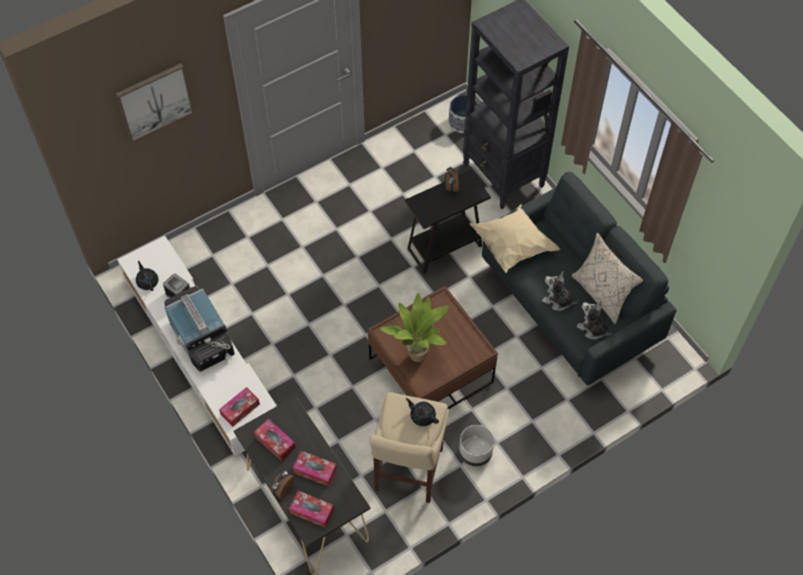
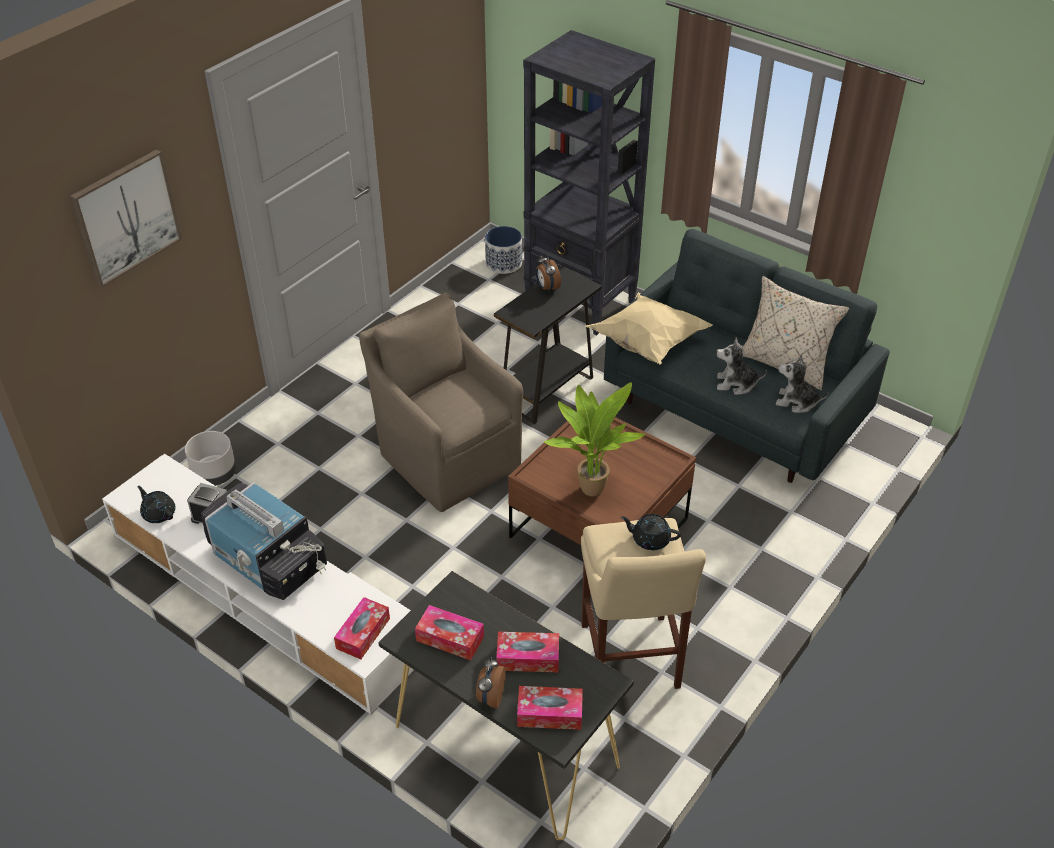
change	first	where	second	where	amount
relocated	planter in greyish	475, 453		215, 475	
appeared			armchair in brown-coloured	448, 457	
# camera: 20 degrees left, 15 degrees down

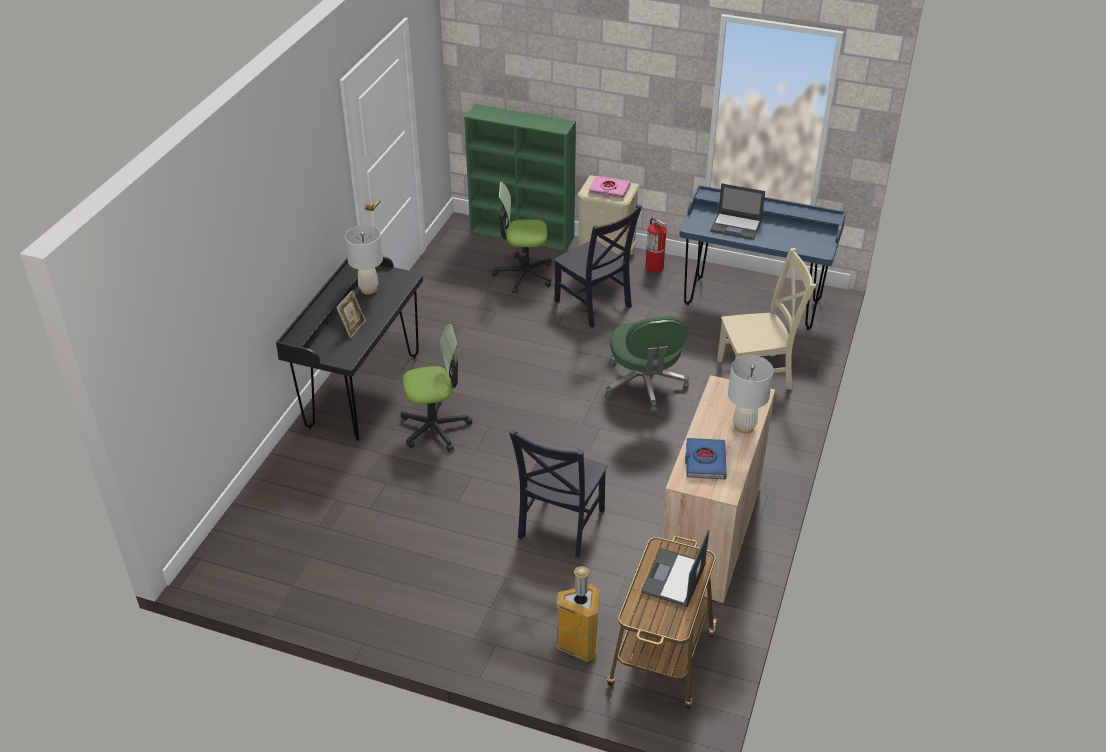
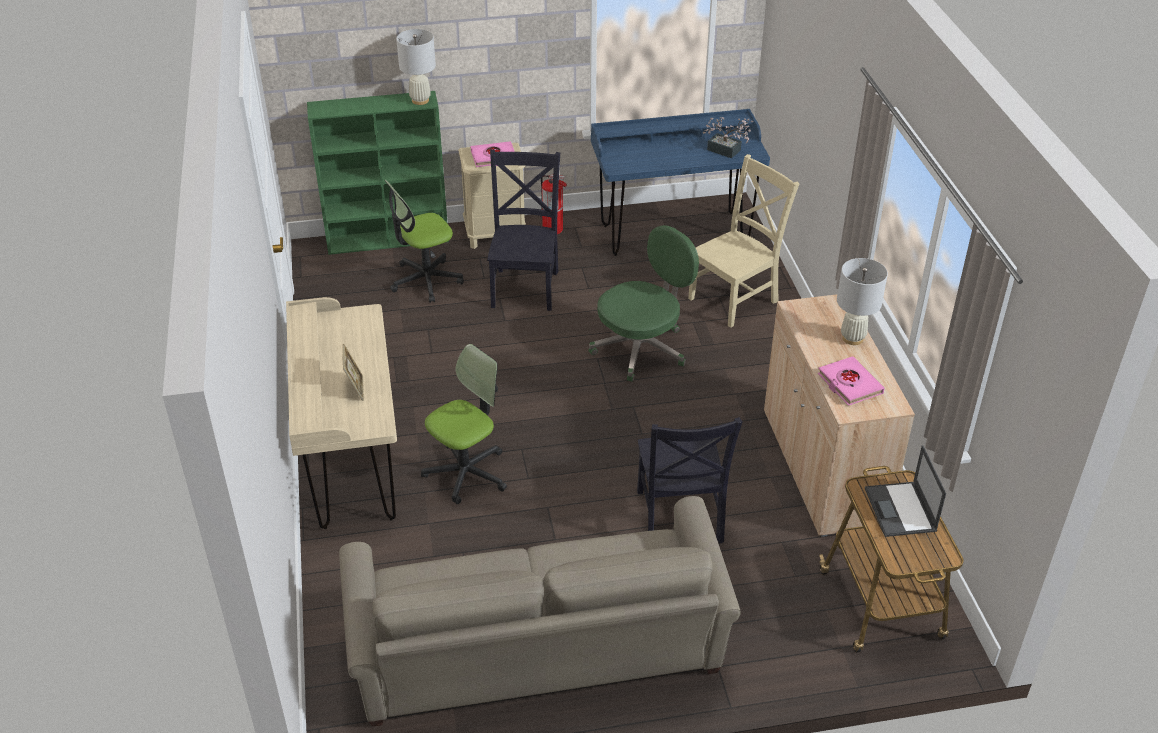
change	first	where	second	where	amount
missing	portable computer	736, 226			
spun	upright chair in blackish	594, 305		525, 287	105 degrees counterclockwise
relocated	lamp for a table in white-coloured	368, 289		420, 100	
colour	desk in blackish	363, 391	desk in sand-coloured	352, 465	
spun	computer chair in greenish	644, 386		641, 349	90 degrees counterclockwise
colour	bound book in bluish	705, 461	bound book in pinkish	849, 384	
missing	rubbish bin	578, 646			
appeared			houseplant	727, 151	
appeared			sofa in sand-coloured	539, 657	
# camera: 30 degrees left, 0 degrees up

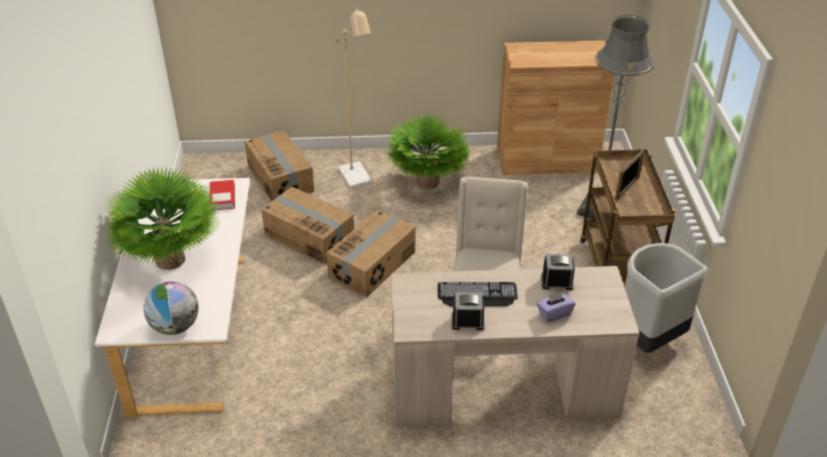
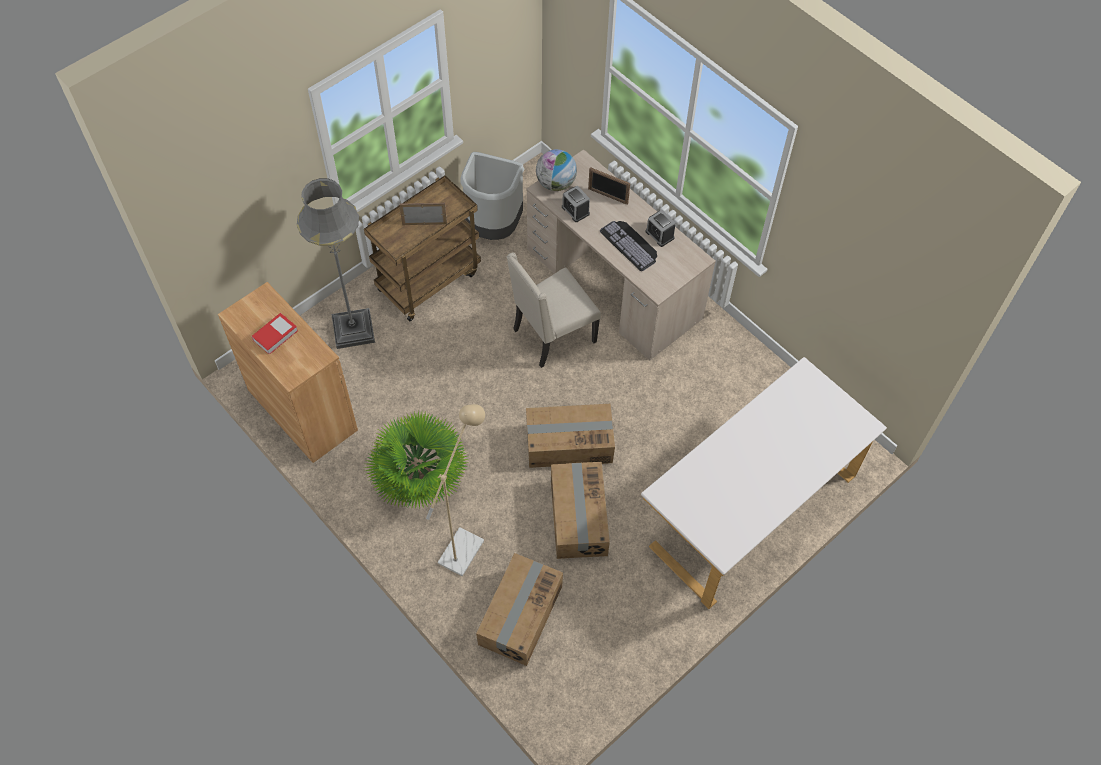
change	first	where	second	where	amount
missing	houseplant	170, 260			
relocated	bound book	222, 198		275, 335	
relocated	globe	175, 326		556, 183	
exchanged	tissue holder in purplish	554, 313	standing frame	608, 196	
# camera: 130 degrees left, 20 degrees up

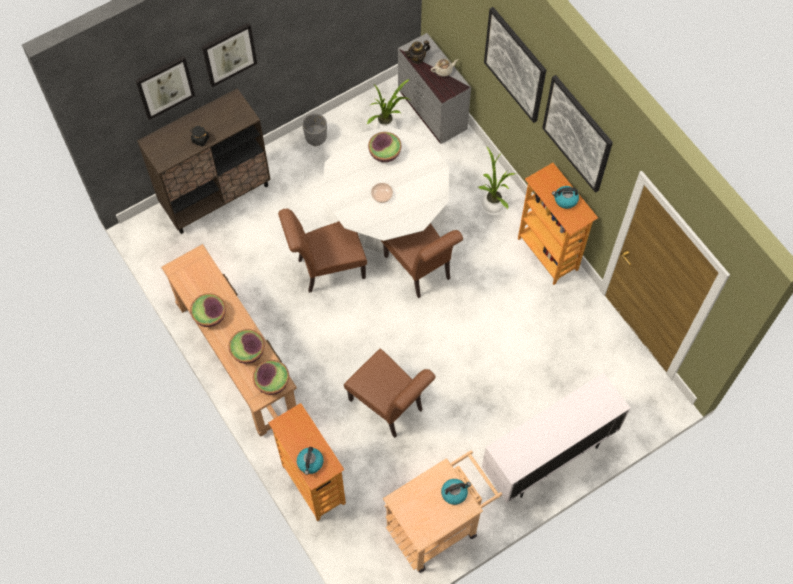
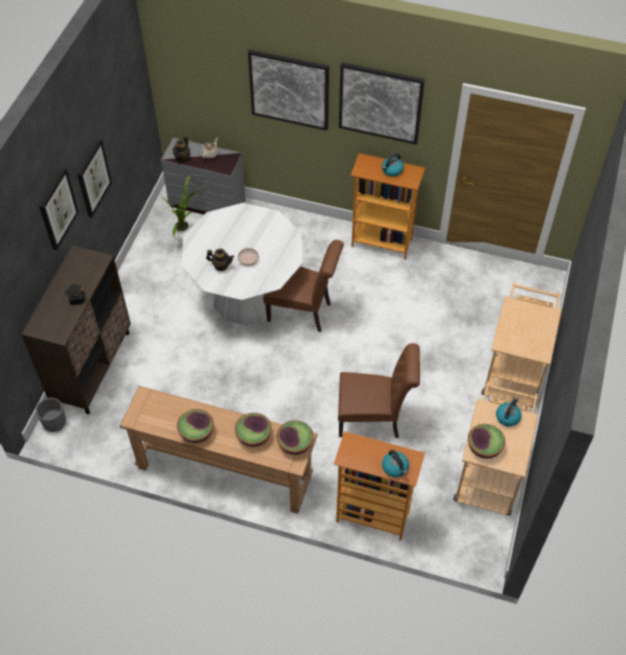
change	first	where	second	where	amount
relocated	picture	165, 87		93, 178	
relocated	planter in greyish	315, 137		54, 422	
relocated	serving bowl	385, 153		484, 447	
missing	houseplant	492, 203			
missing	upright chair in brown-coloured	326, 269			
exchanged	cabinet in white-coloured	547, 457	trolley in sand-coloured	514, 371	
appeared			tea pot	221, 266	
# camera: 40 degrees left, 10 degrees down

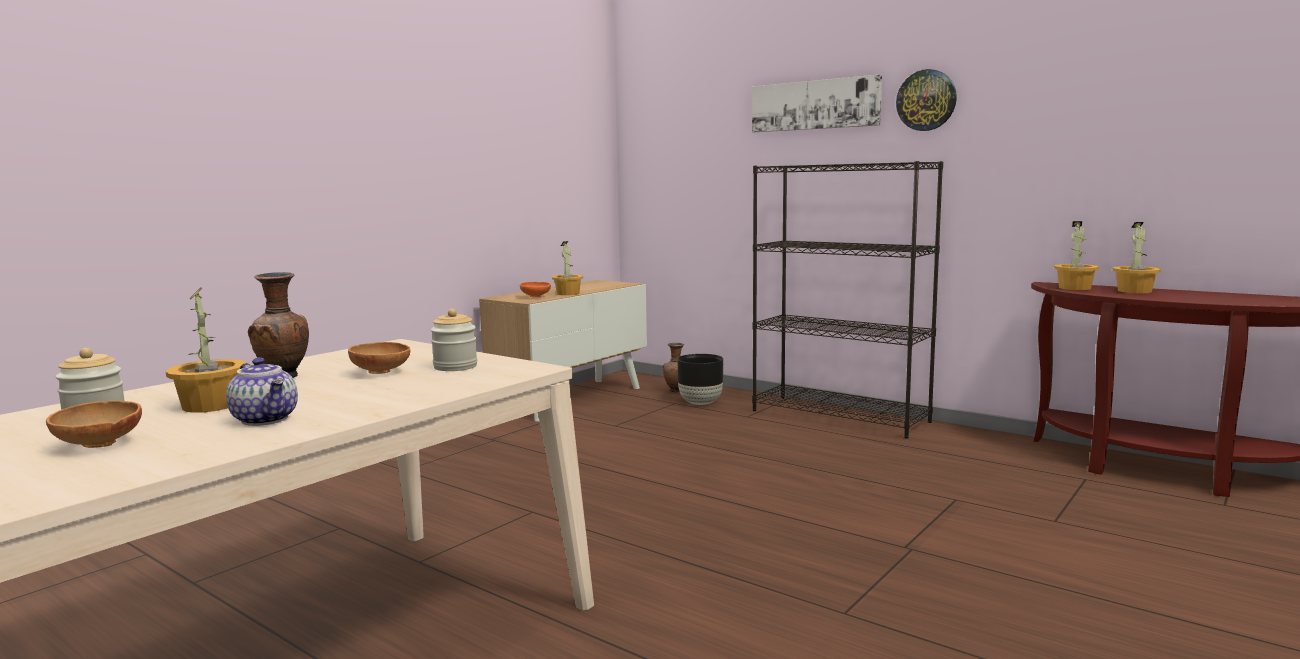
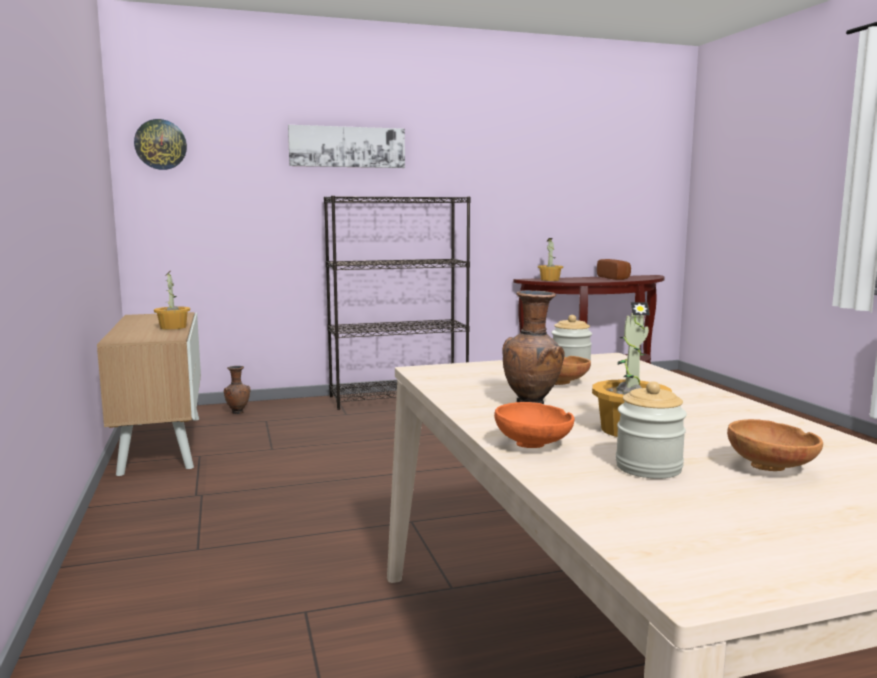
change	first	where	second	where	amount
relocated	wall clock	926, 100		160, 144	
missing	houseplant	1134, 291			
relocated	serving bowl in orange	535, 297		534, 446	
missing	planter in blackish	700, 403			
missing	tea pot	267, 419			
appeared			baked bread	615, 278	
# camera: 55 degrees left, 0 degrees up

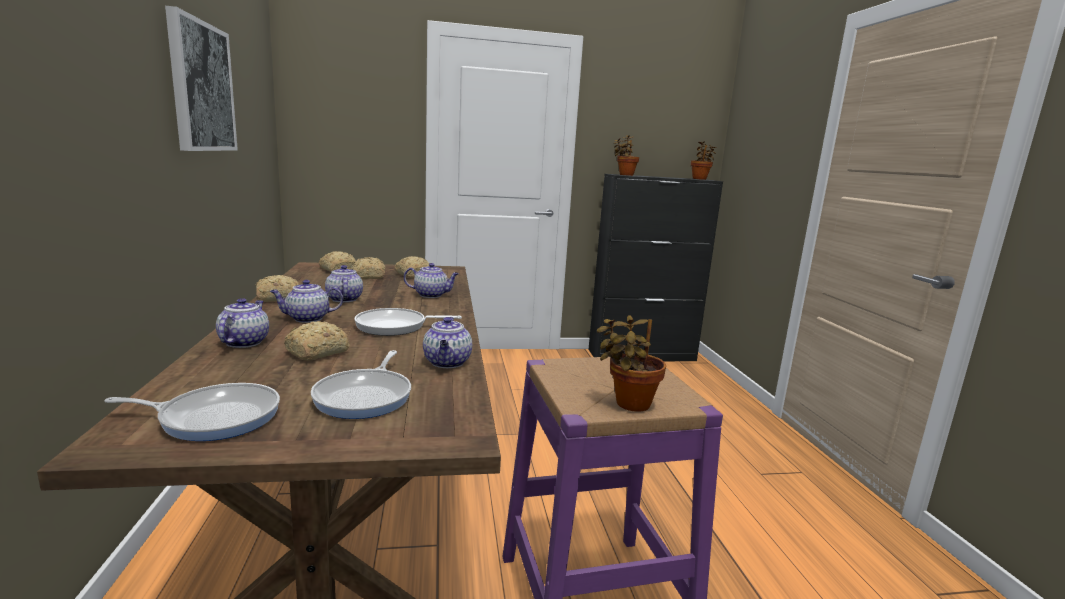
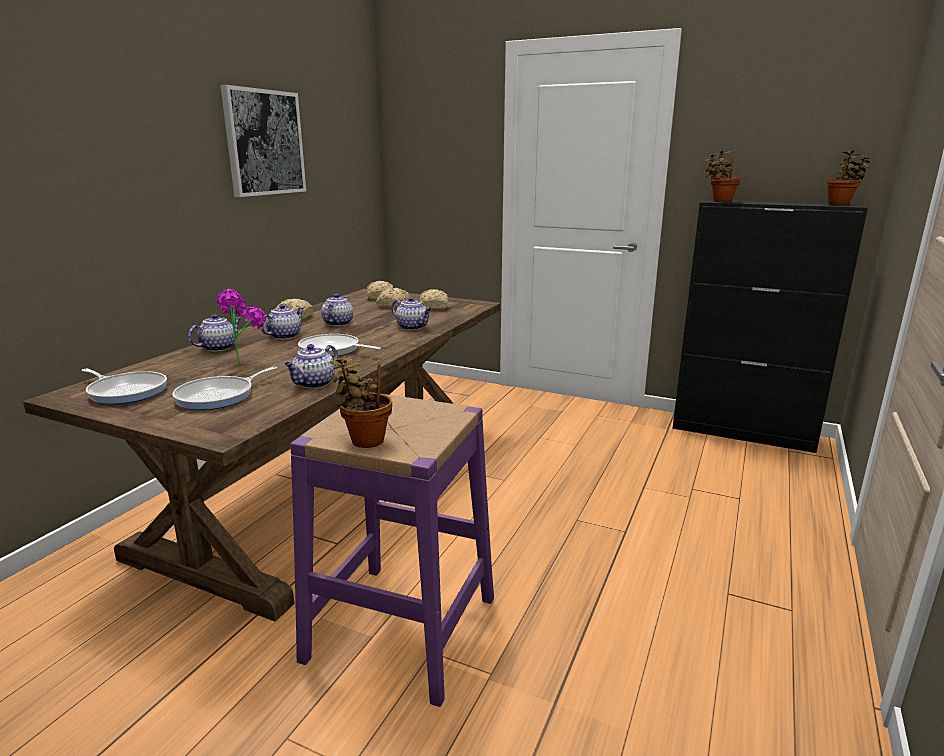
change	first	where	second	where	amount
spun	tea pot	307, 319		285, 336	105 degrees clockwise
exchanged	baked bread	315, 352	houseplant	245, 361	
# camera: 35 degrees right, 5 degrees up

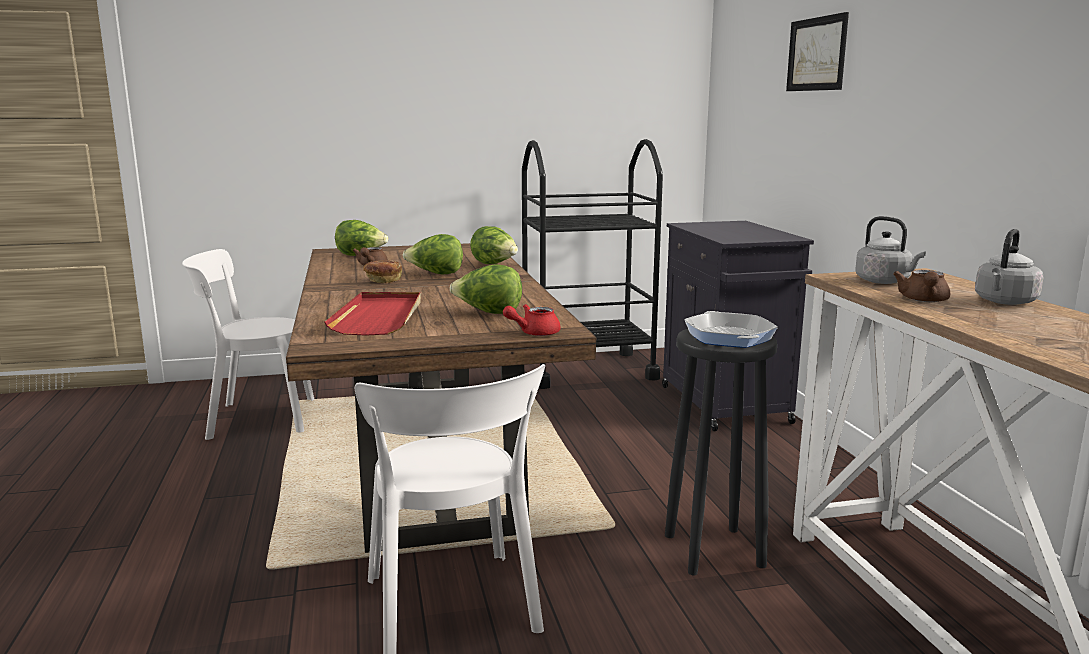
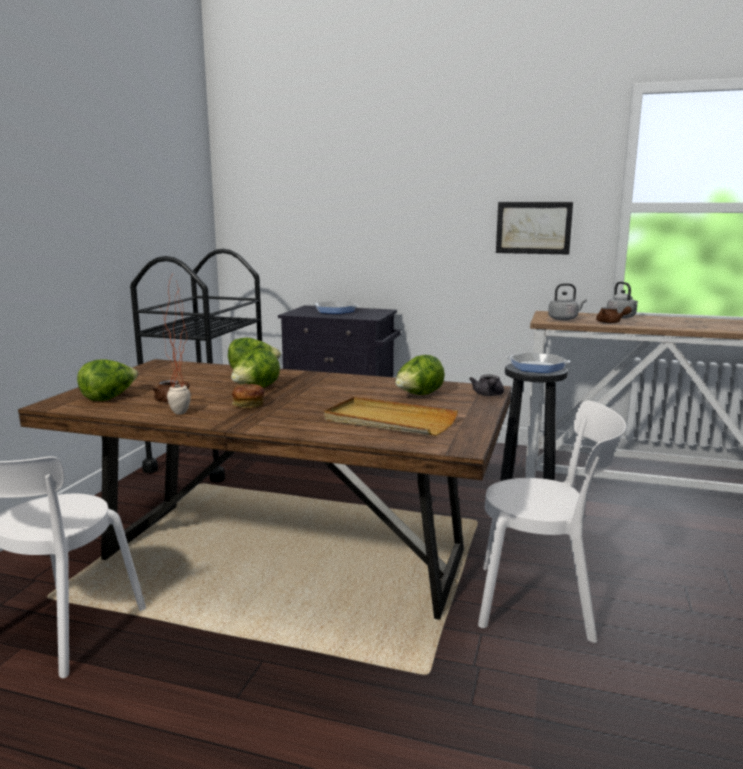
change	first	where	second	where	amount
relocated	picture	816, 54		533, 228	
colour	tray in reddish	379, 317	tray in sand-coloured	389, 421	
colour	tea pot in reddish	534, 333	tea pot in greyish	488, 395	
appeared			houseplant	179, 415	
appeared			frying pan	335, 311	
# camera: 60 degrees left, 0 degrees up

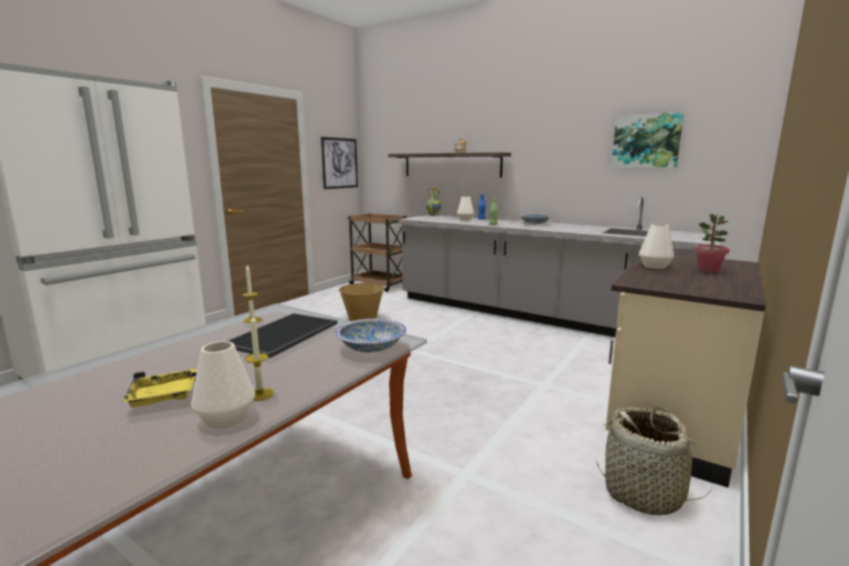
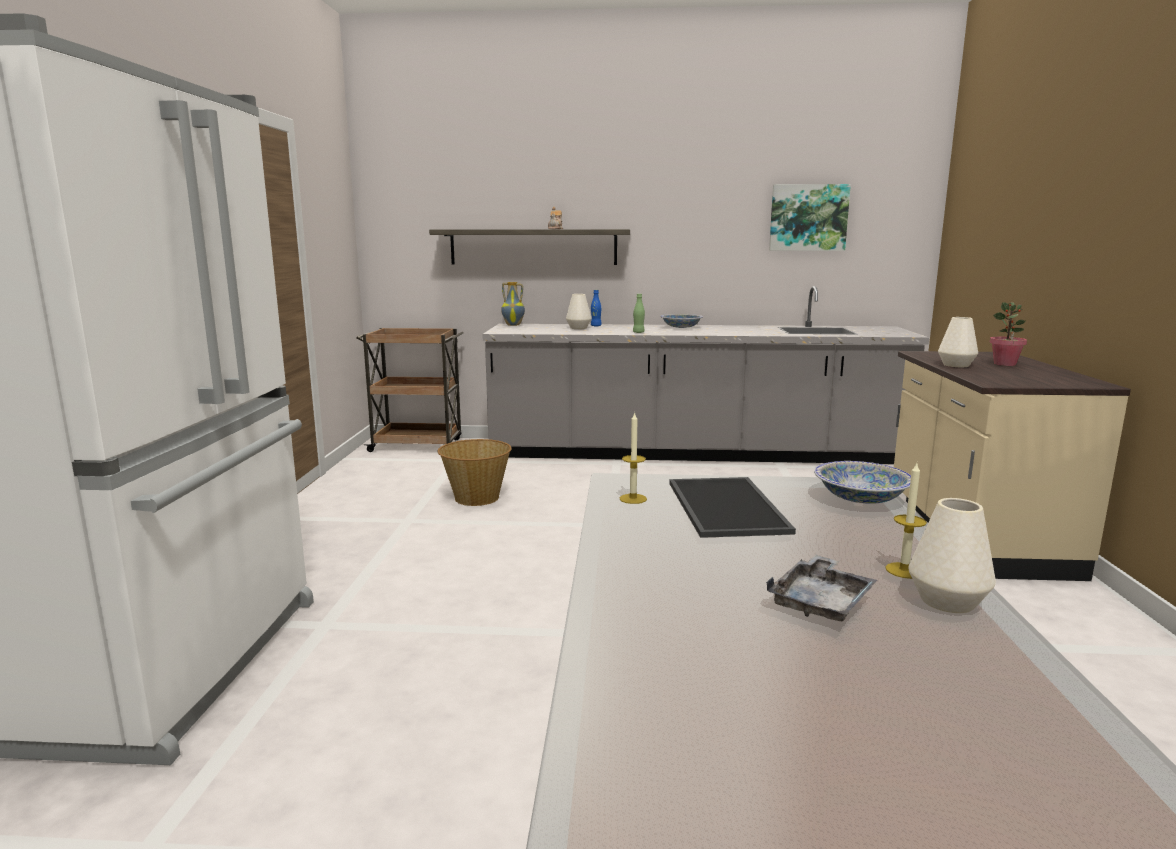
change	first	where	second	where	amount
missing	picture	340, 163			
colour	tray in yellowish	167, 396	tray in greyish	821, 602	
missing	basket	644, 493			
# camera: 30 degrees left, 0 degrees up

